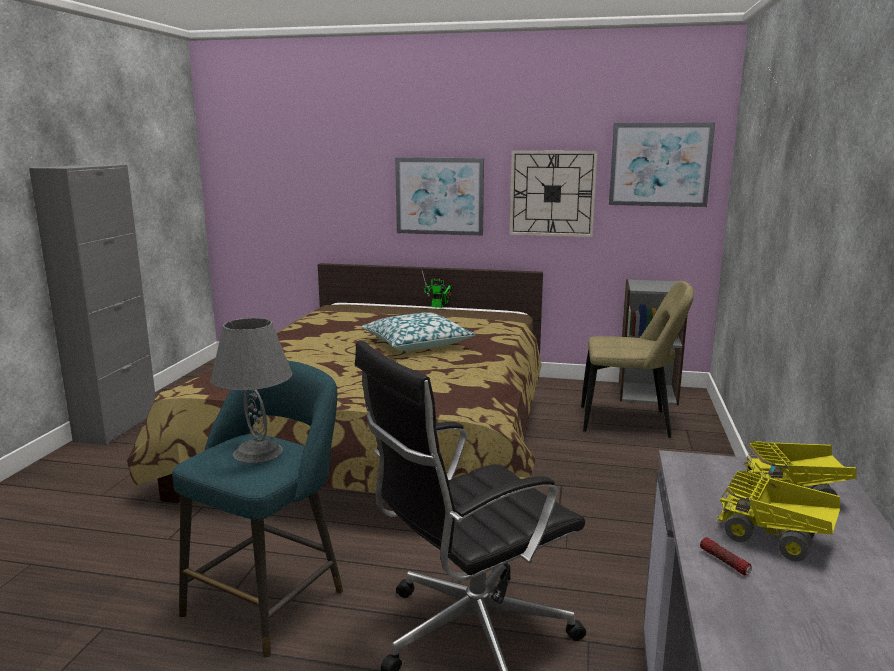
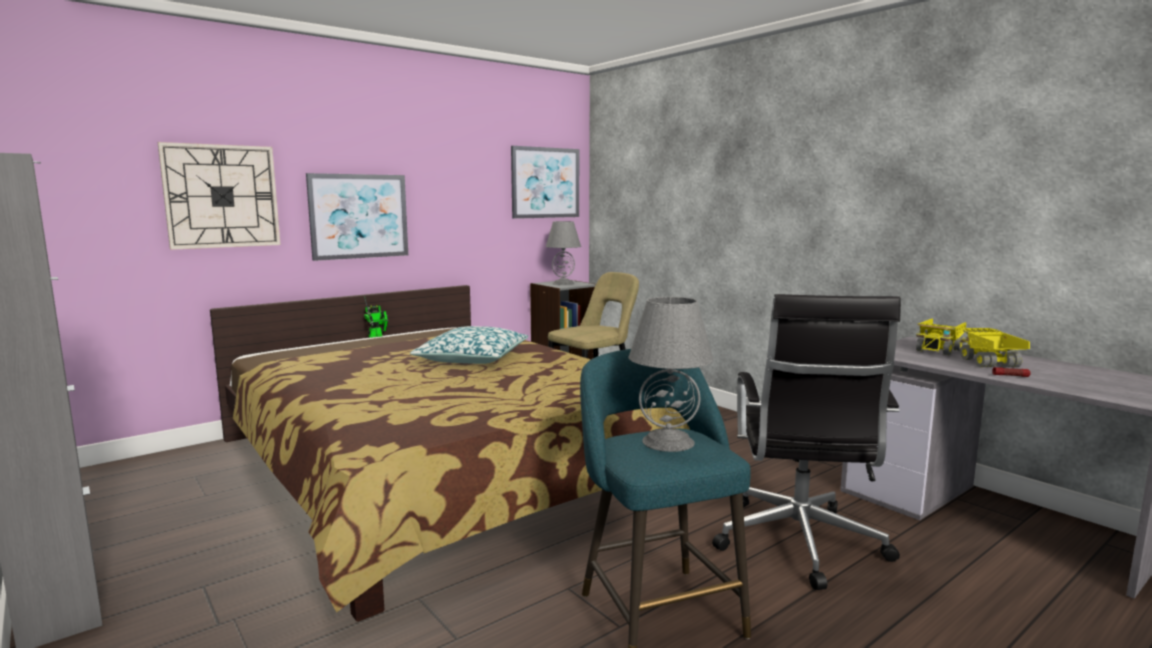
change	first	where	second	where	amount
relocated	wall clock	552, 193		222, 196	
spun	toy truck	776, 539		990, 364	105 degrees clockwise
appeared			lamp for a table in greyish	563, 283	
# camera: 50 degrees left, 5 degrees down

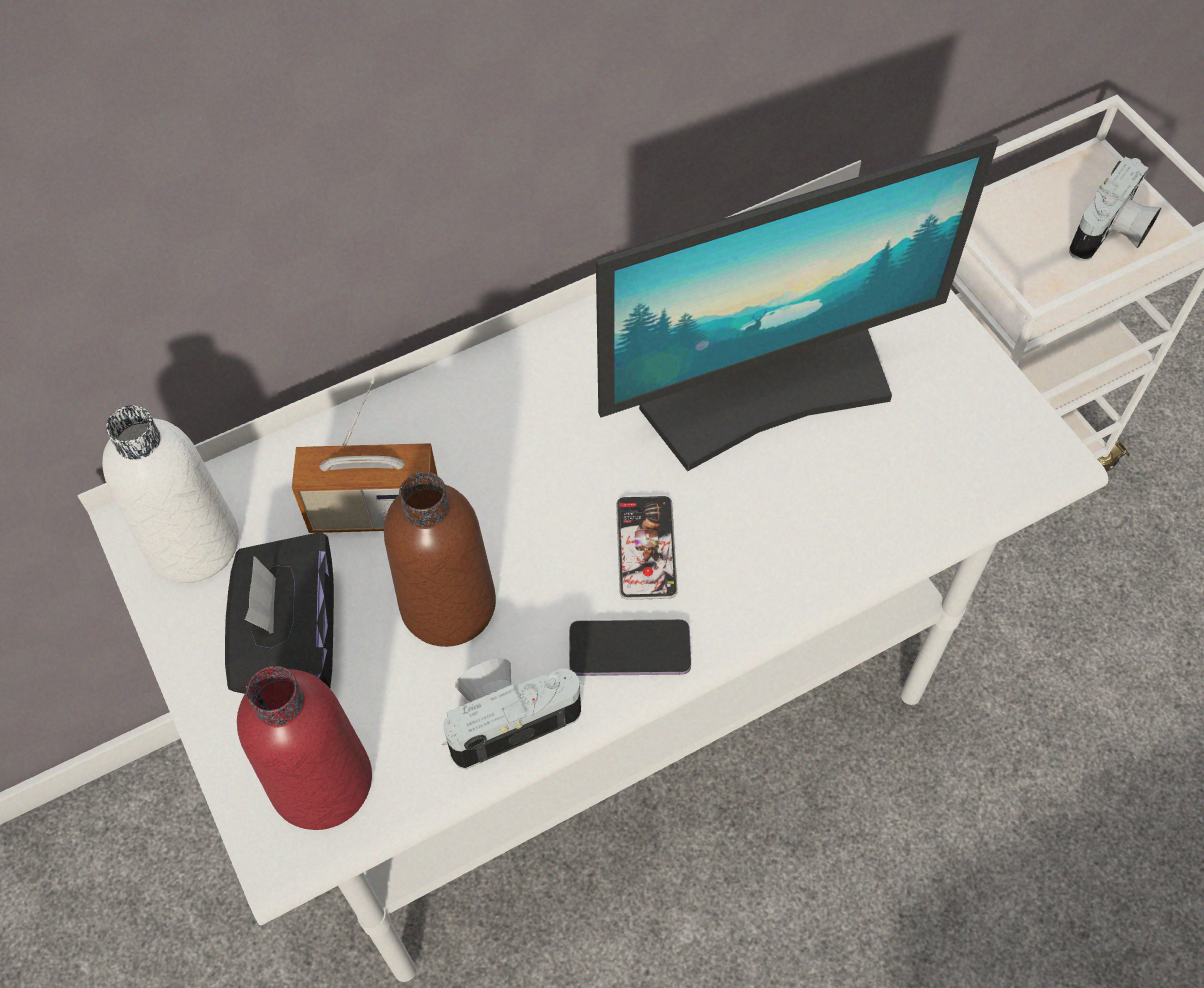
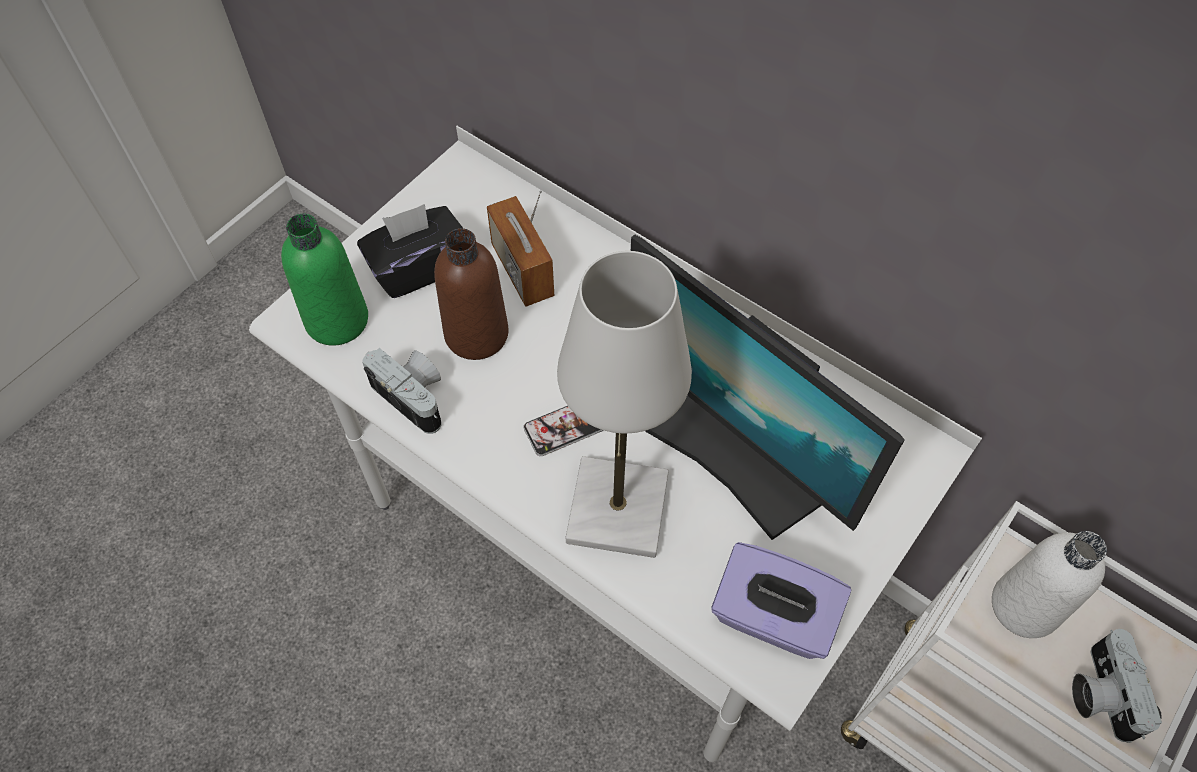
change	first	where	second	where	amount
spun	still camera	1111, 234		1099, 692	75 degrees clockwise
relocated	bottle in white-coloured	193, 543		1024, 606	
missing	handset	629, 649			
colour	bottle in reddish	321, 782	bottle in greenish	337, 320	
appeared			lamp for a table in white-coloured	618, 509	
appeared			tissue holder in purplish	772, 617	
# camera: 65 degrees right, 0 degrees up

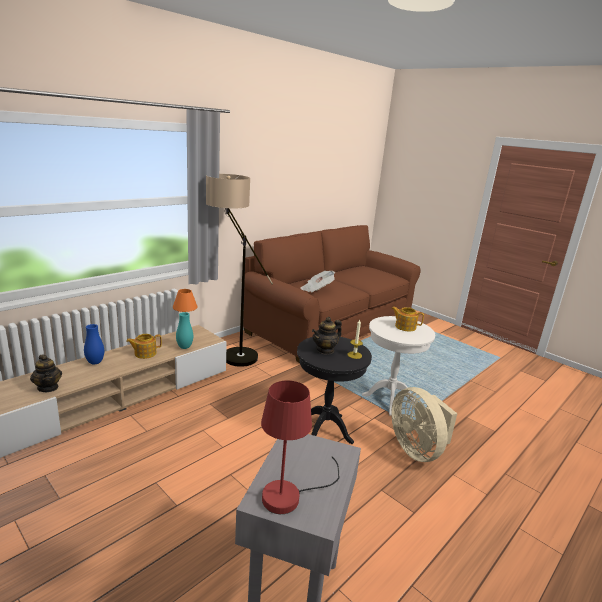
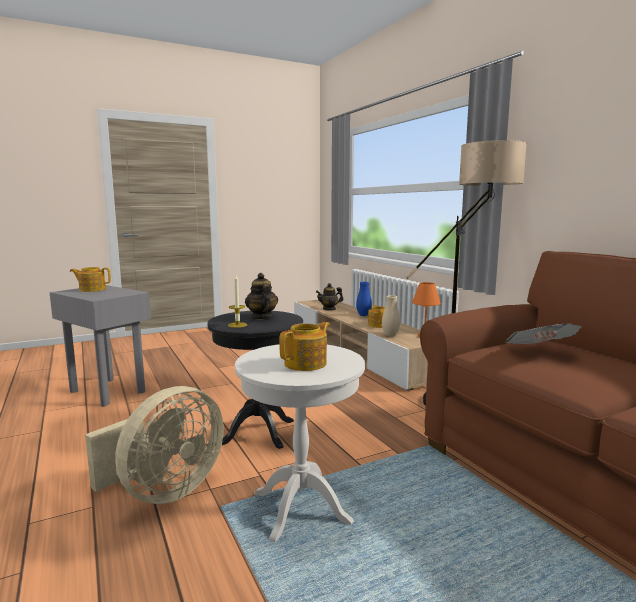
change	first	where	second	where	amount
colour	decorative vase in turquoise-coloured	184, 347	decorative vase in sand-coloured	390, 335	
exchanged	lamp for a table in reddish	290, 494	tea pot	92, 289	
spun	electric fan in sand-coloured	417, 449		164, 492	135 degrees clockwise
# camera: 110 degrees right, 10 degrees down

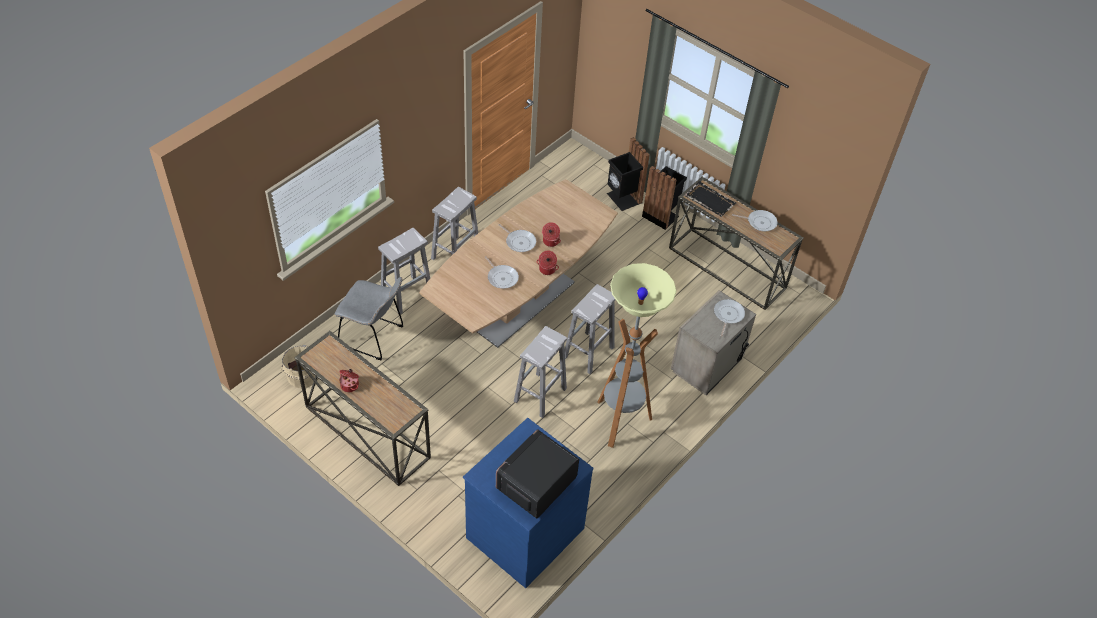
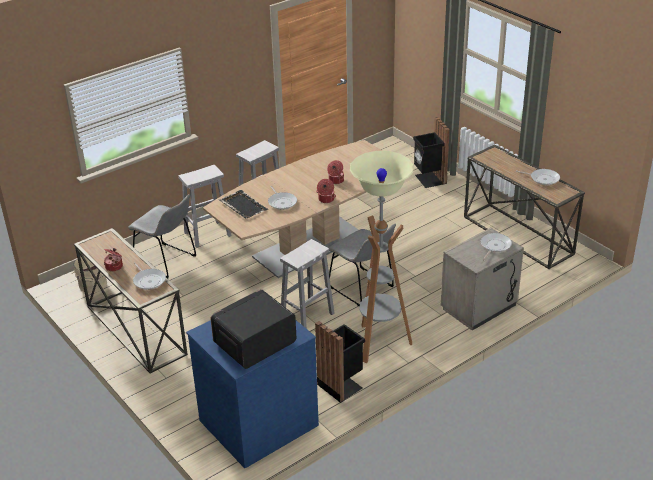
change	first	where	second	where	amount
relocated	rubbish bin in blackish	661, 215		341, 385	
relocated	tray in blackish	709, 200		243, 206	
relocated	frying pan	519, 242		149, 280	
exchanged	stool in white-coloured	588, 353	upright chair in greyish	363, 288	
# camera: 15 degrees right, 15 degrees down

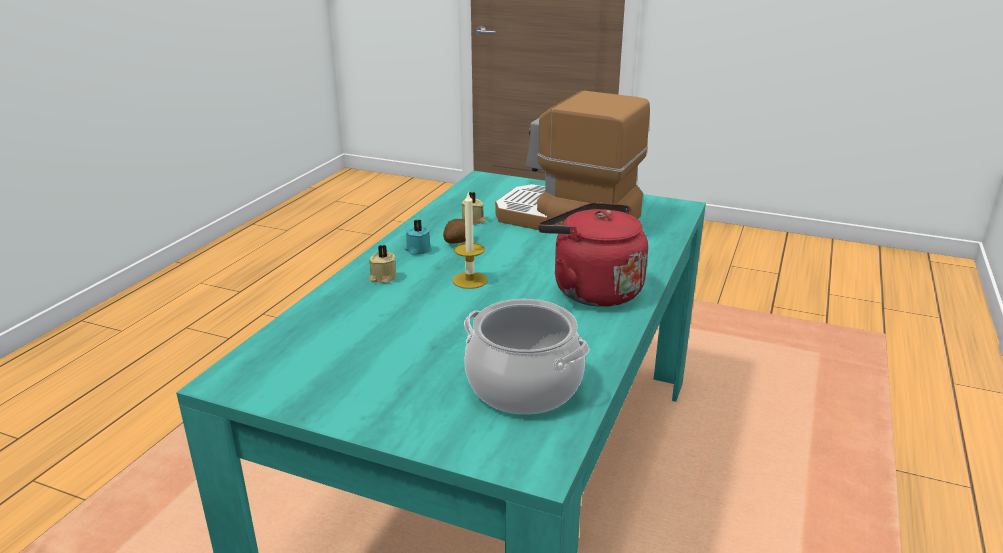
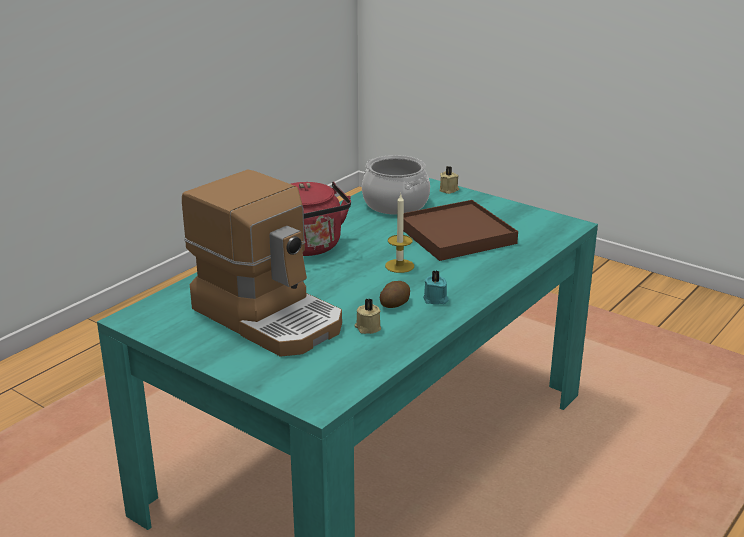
change	first	where	second	where	amount
relocated	candle in sand-coloured	382, 278		449, 190	
appeared			tray in brown-coloured	456, 234	
# camera: 165 degrees left, 0 degrees up

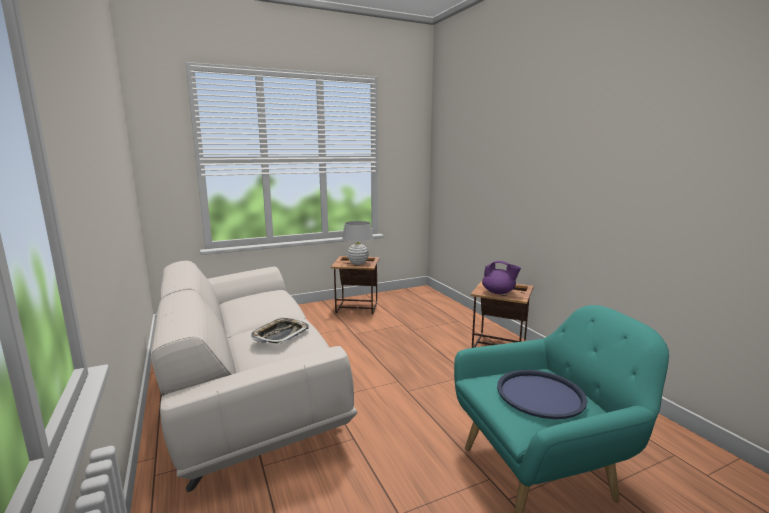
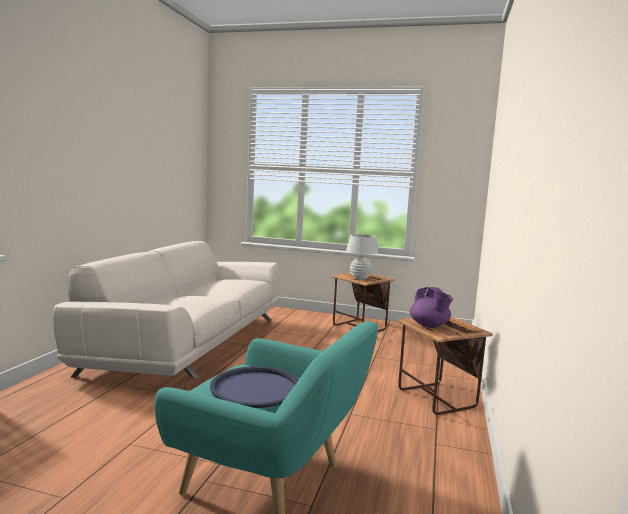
change	first	where	second	where	amount
missing	tray	280, 335			
# camera: 40 degrees right, 5 degrees down

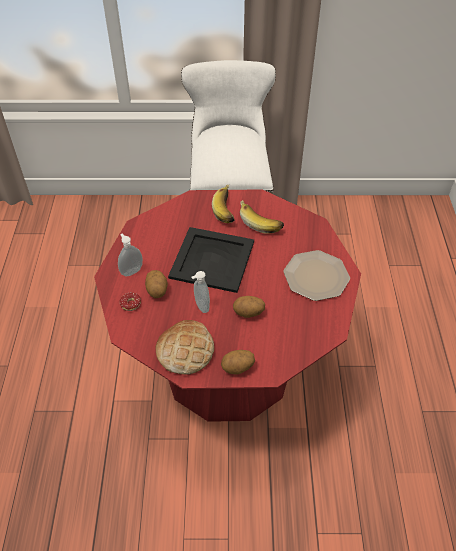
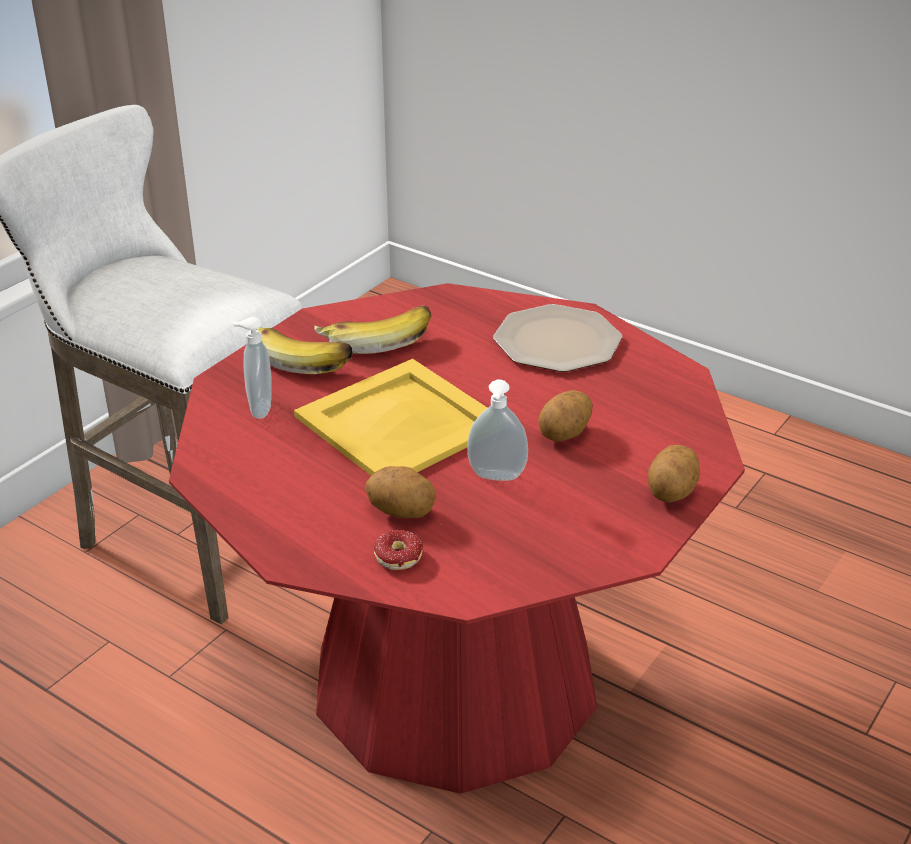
change	first	where	second	where	amount
colour	tray in blackish	212, 260	tray in yellowish	402, 422	
relocated	soap bottle	131, 271		258, 409	
missing	baked bread	185, 350			
# camera: 55 degrees left, 15 degrees down

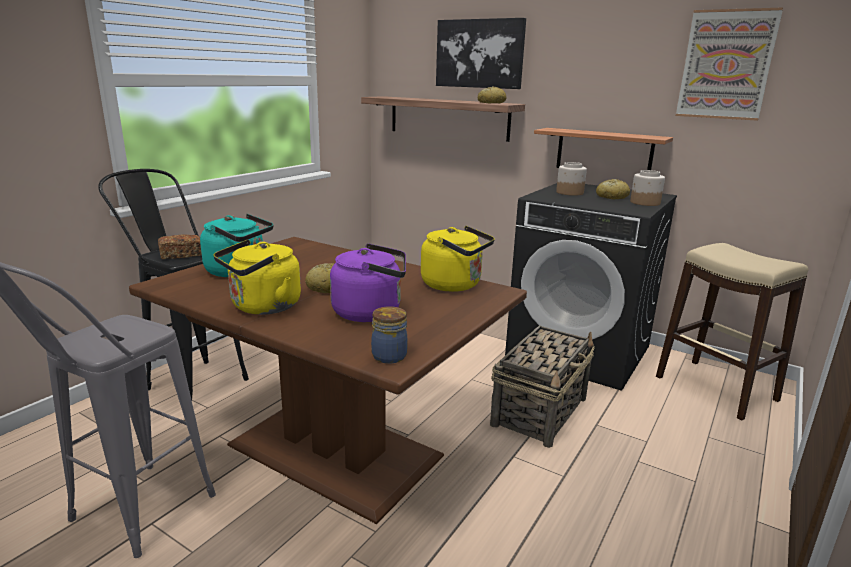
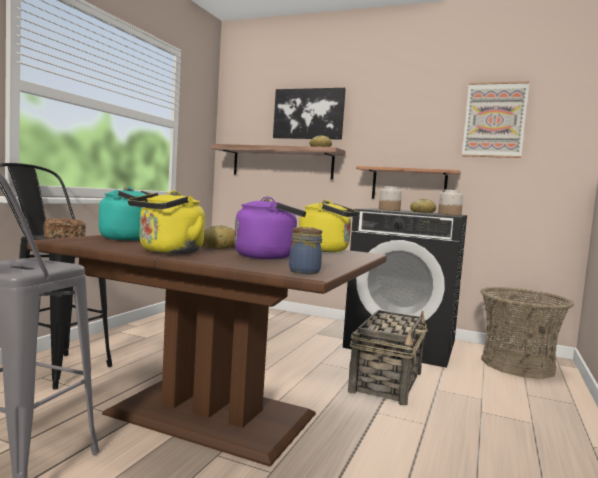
change	first	where	second	where	amount
exchanged	stool in sand-coloured	716, 388	basket	518, 365	
# camera: 10 degrees left, 15 degrees down

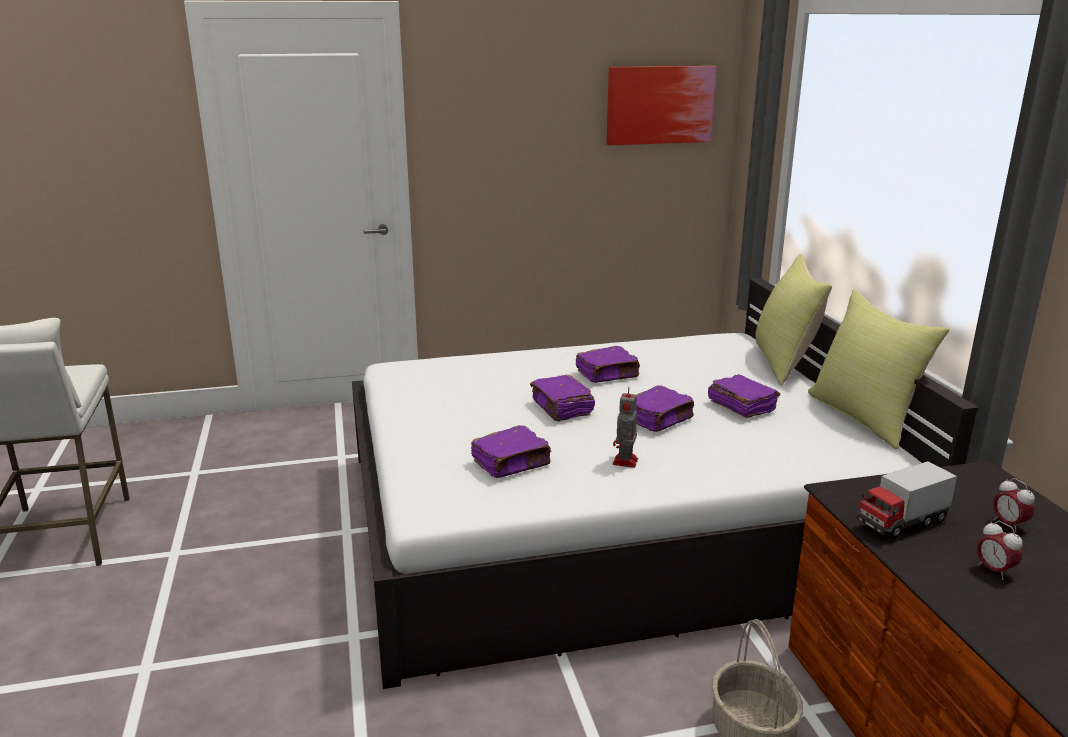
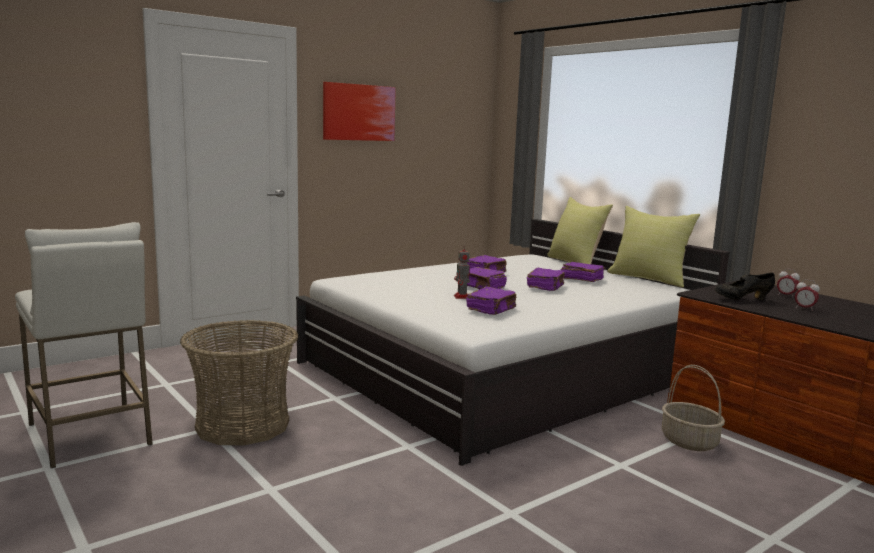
change	first	where	second	where	amount
relocated	picture	660, 105		359, 112	
relocated	toy robot	625, 462		462, 297	
exchanged	toy truck	901, 523	low shoe in blackish	742, 299	
appeared			basket	242, 425	
# camera: 25 degrees left, 10 degrees down

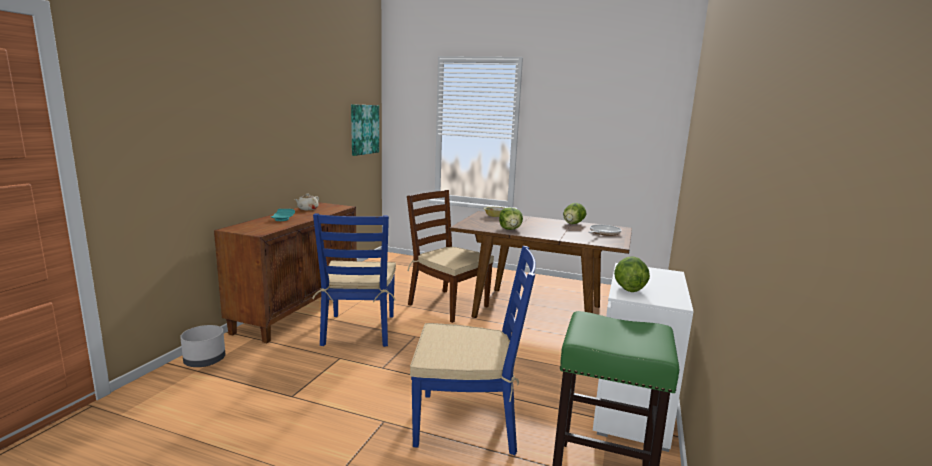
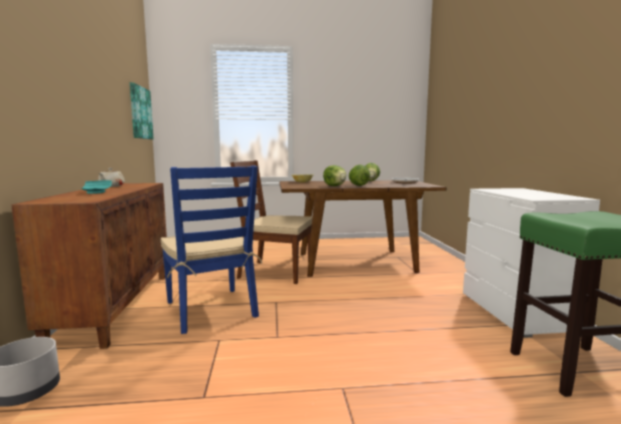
change	first	where	second	where	amount
missing	upright chair in bluish	468, 422			
relocated	lettuce	628, 289		358, 185	
# camera: 25 degrees left, 5 degrees down

